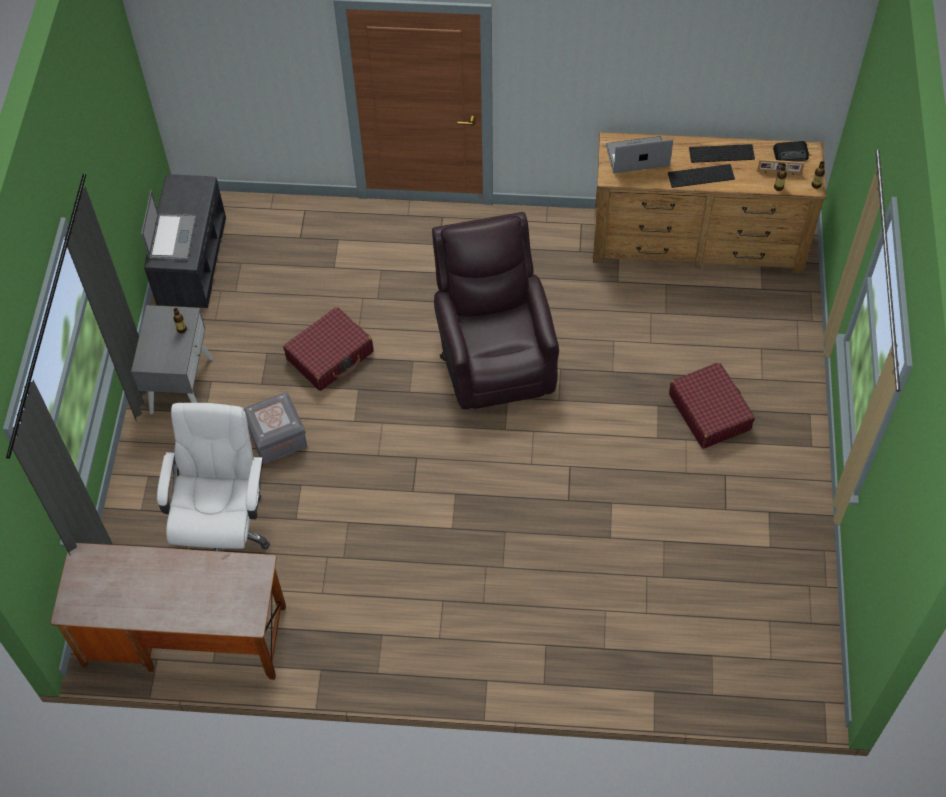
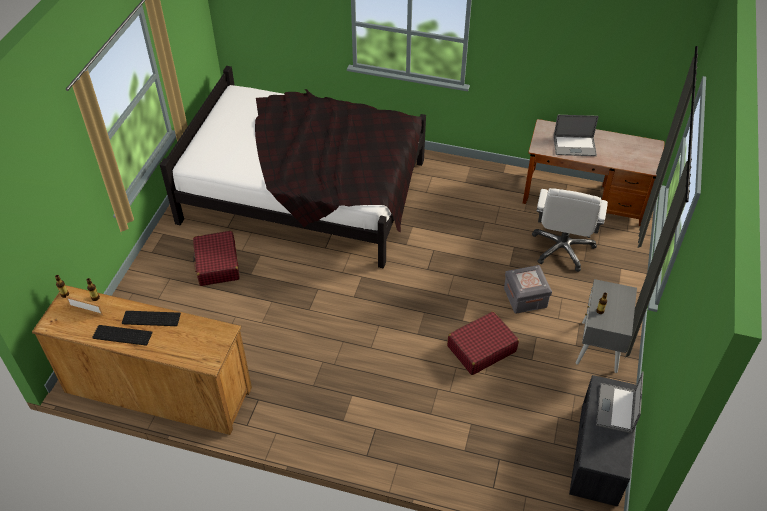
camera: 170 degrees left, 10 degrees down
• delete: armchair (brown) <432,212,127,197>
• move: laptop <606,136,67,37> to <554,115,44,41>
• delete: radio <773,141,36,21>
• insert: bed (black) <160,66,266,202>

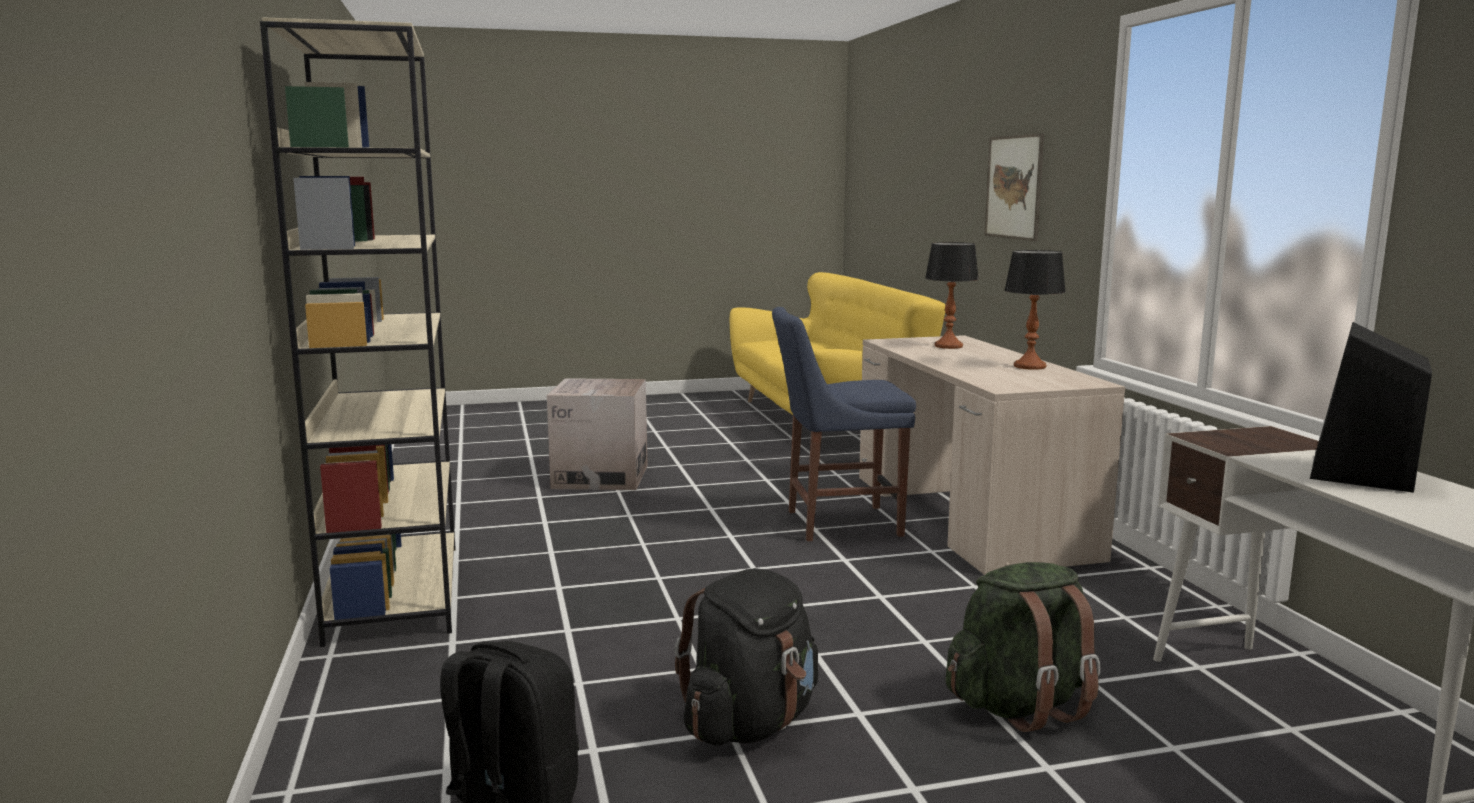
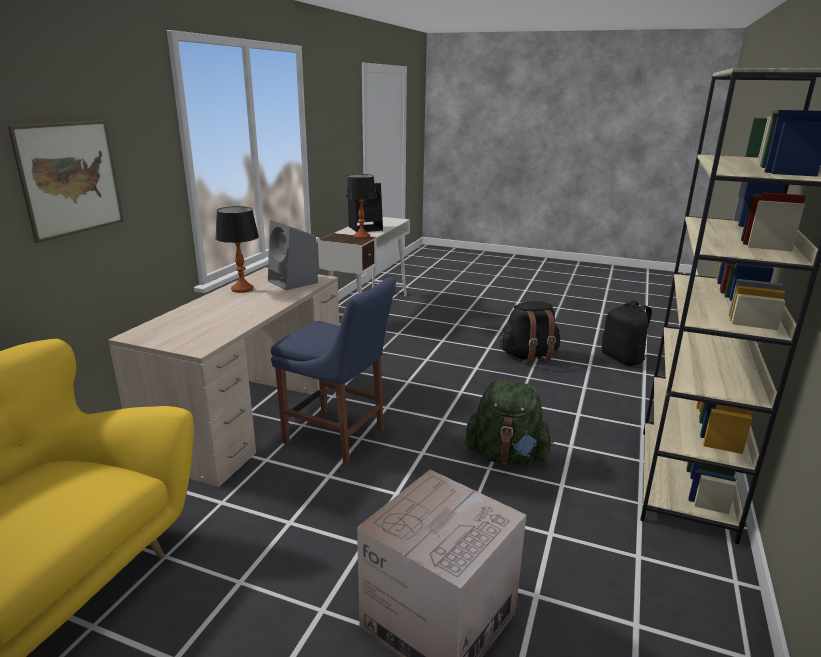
camera: 145 degrees left, 10 degrees up
• move: table lamp <925,242,54,107> to <346,174,31,65>
• move: backpack (green) <946,562,155,170> to <465,380,89,85>
• insert: speaker (grey) <268,220,50,70>

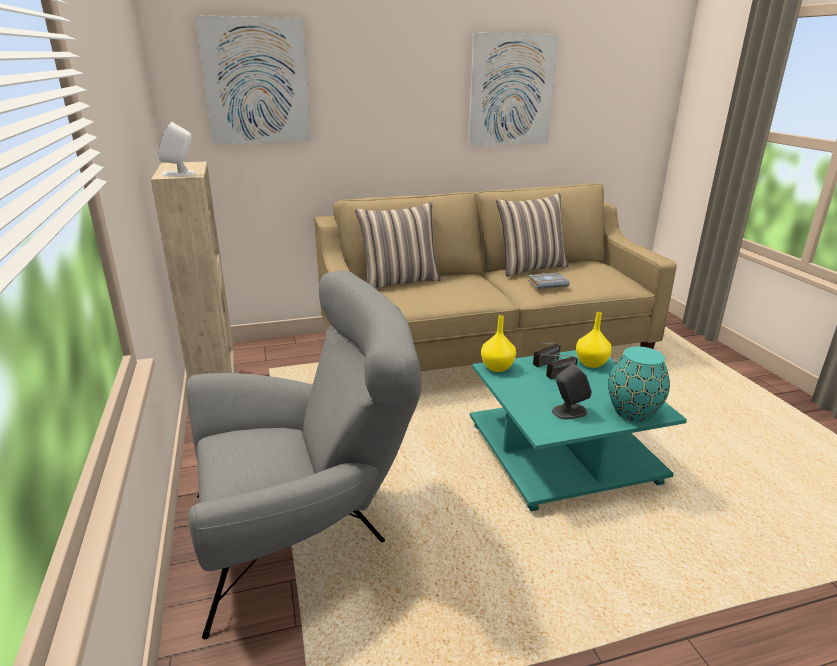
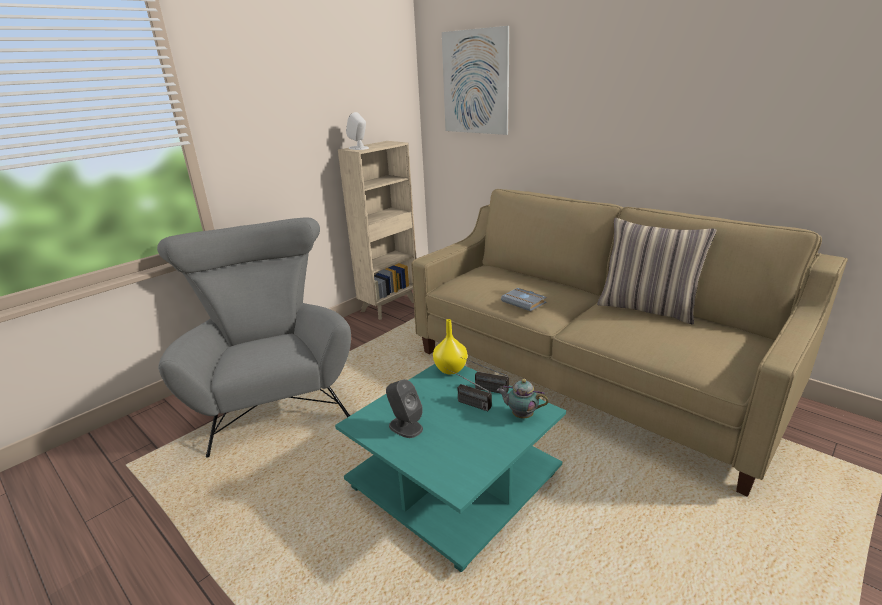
camera: 60 degrees right, 0 degrees up
• rotate: armchair (grey) <186,270,236,369> = <157,217,194,241> 150 degrees counterclockwise
• delete: pillow <355,202,86,87>
• delete: picture <468,33,91,113>
• move: book (grey) <528,273,42,16> to <501,288,46,23>
• replace: vase (yellow) <576,312,36,56> to teapot <497,379,51,40>
• delete: vase (turquoise) <608,346,62,76>

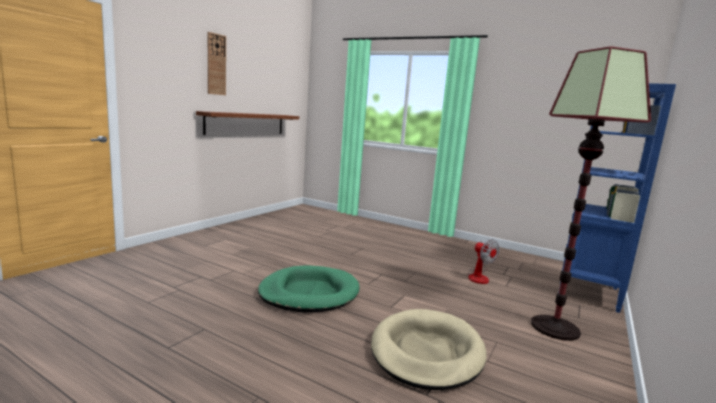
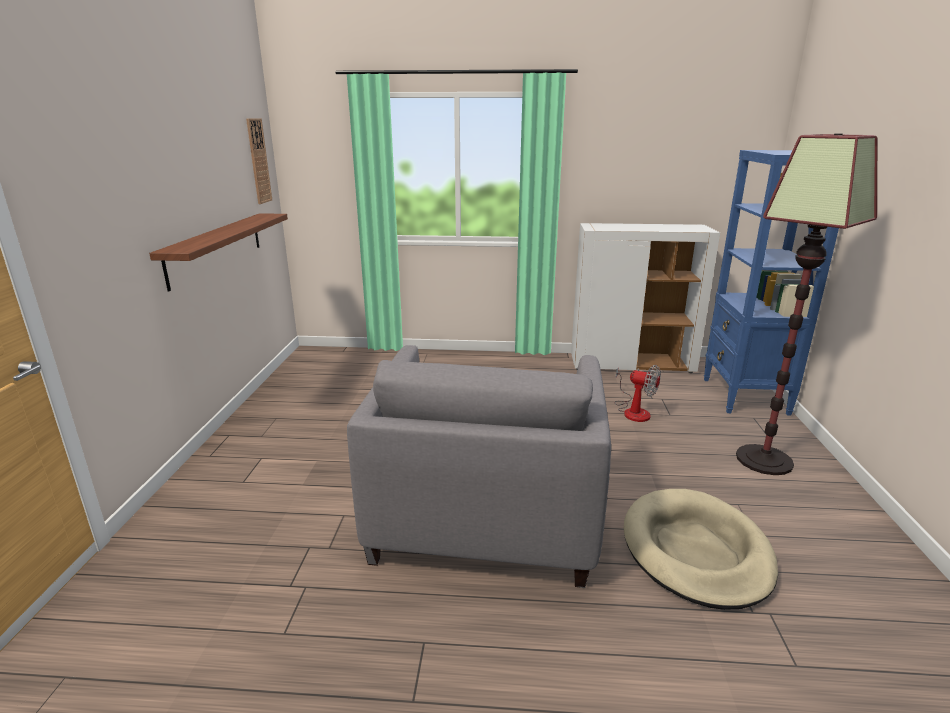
camera: 25 degrees left, 10 degrees up
• move: wall clock <208,32,18,63> to <246,119,26,85>
• replace: dog bed (green) <258,265,101,47> to armchair (grey) <347,345,264,243>
• insert: cabinet (white) <571,223,149,150>

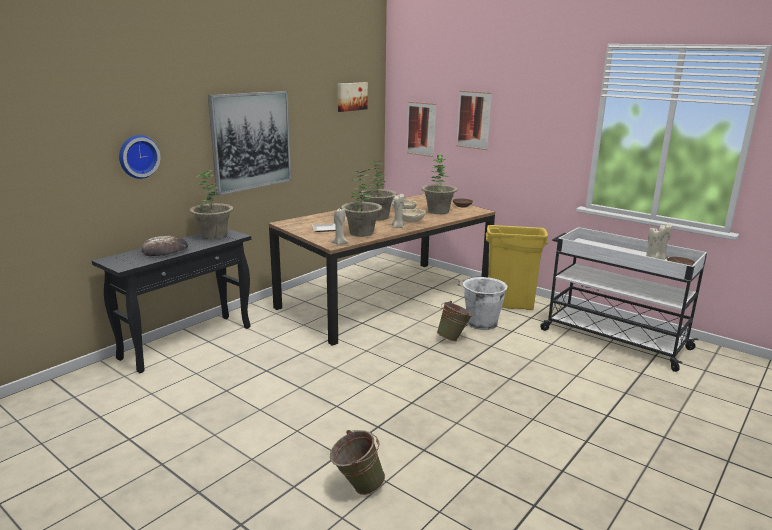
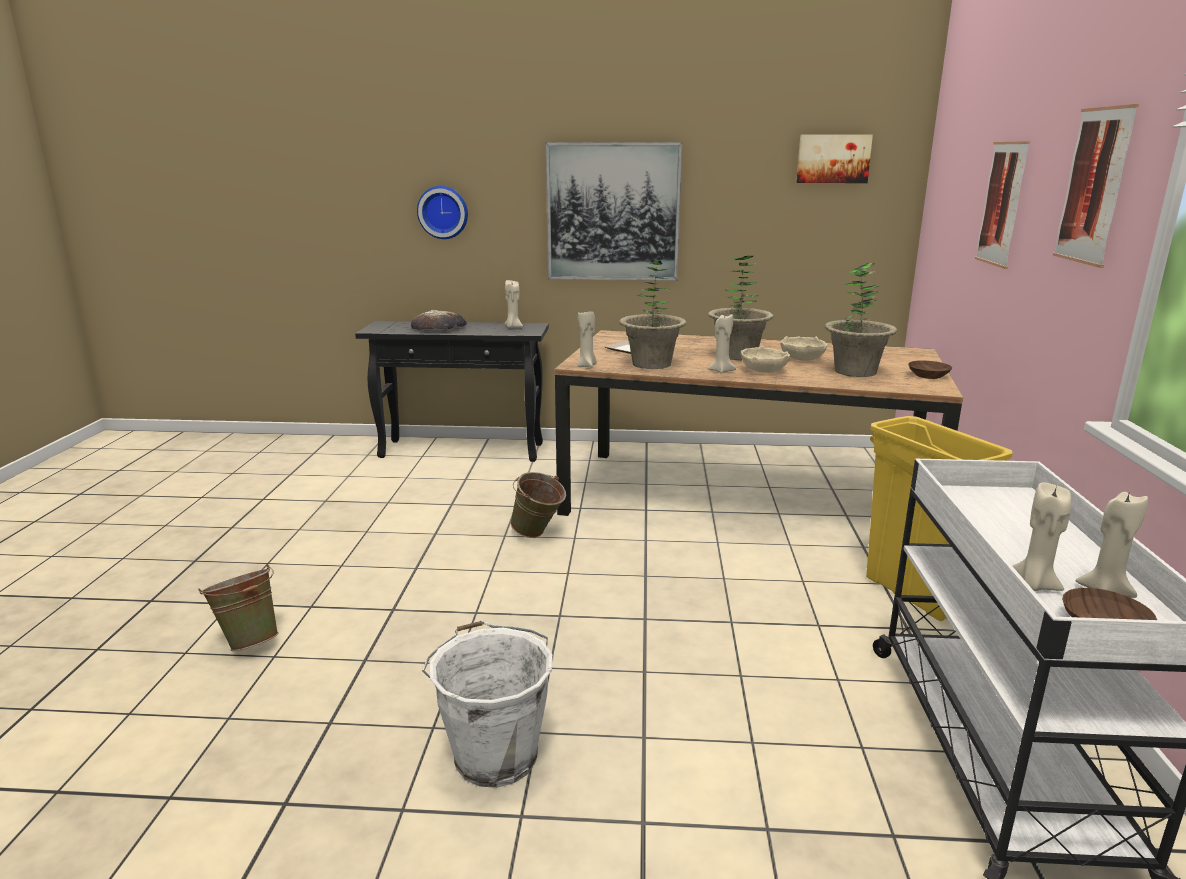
camera: 55 degrees right, 0 degrees up
• replace: potted plant <190,170,43,69> to candle (beige) <505,280,18,48>
• move: picture <406,102,30,55> to <1053,104,86,164>
• move: bucket (green) <437,301,36,40> to <510,472,56,66>
• move: bucket (white) <458,276,50,54> to <422,621,131,167>

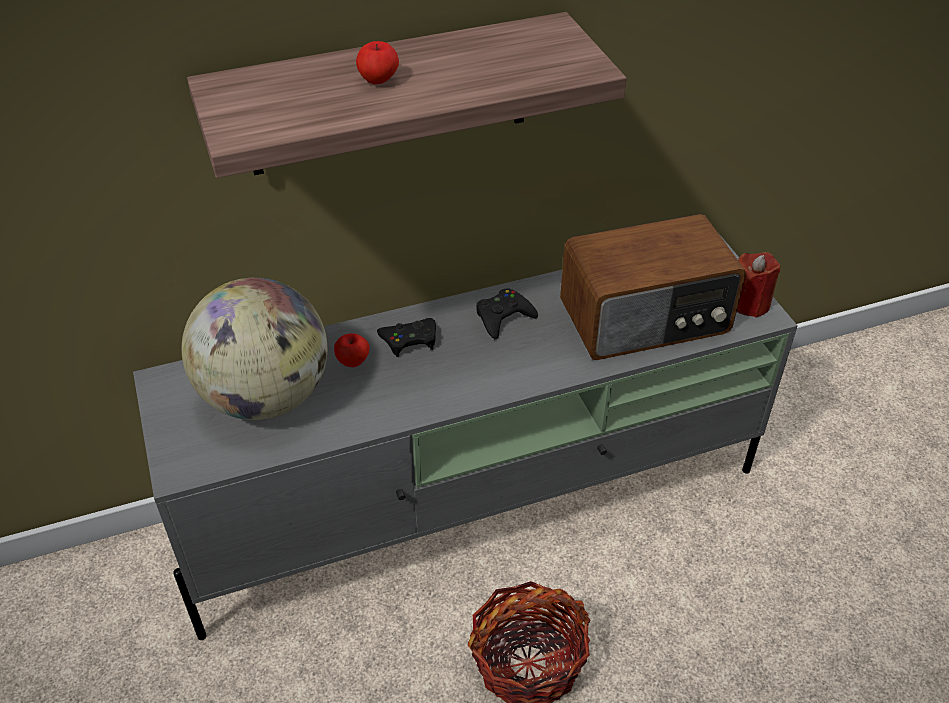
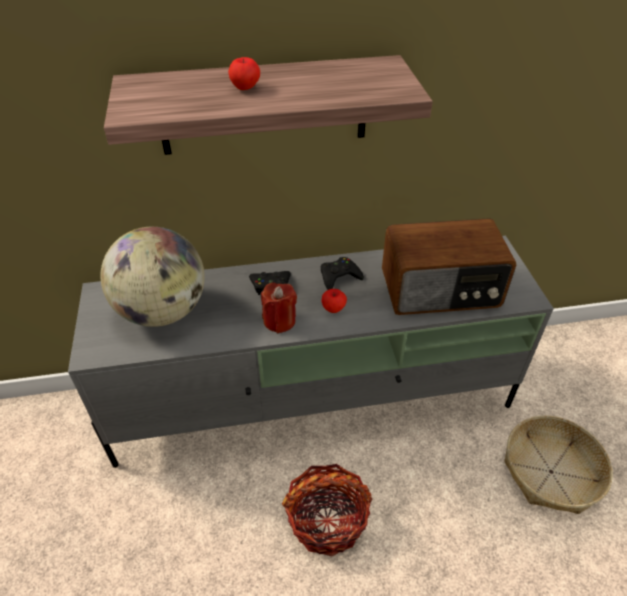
camera: 10 degrees right, 0 degrees up
• move: apple <334,333,36,34> to <322,289,25,24>
• move: candle (red) <737,252,44,66> to <261,283,36,50>
• insert: basket <504,415,109,99>

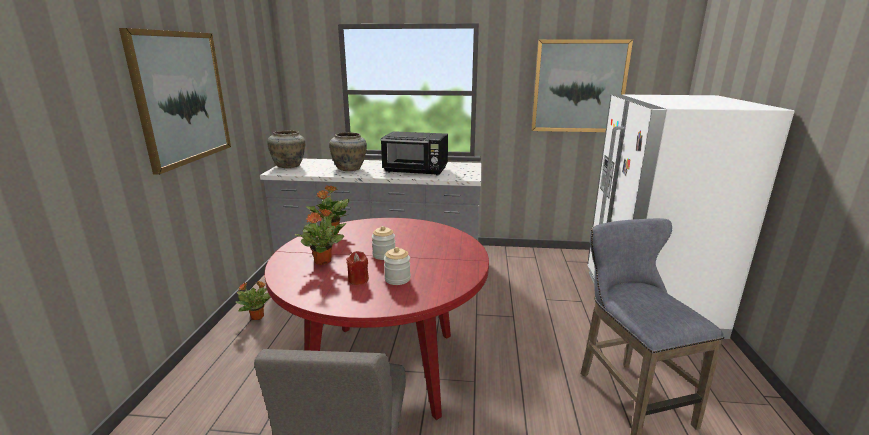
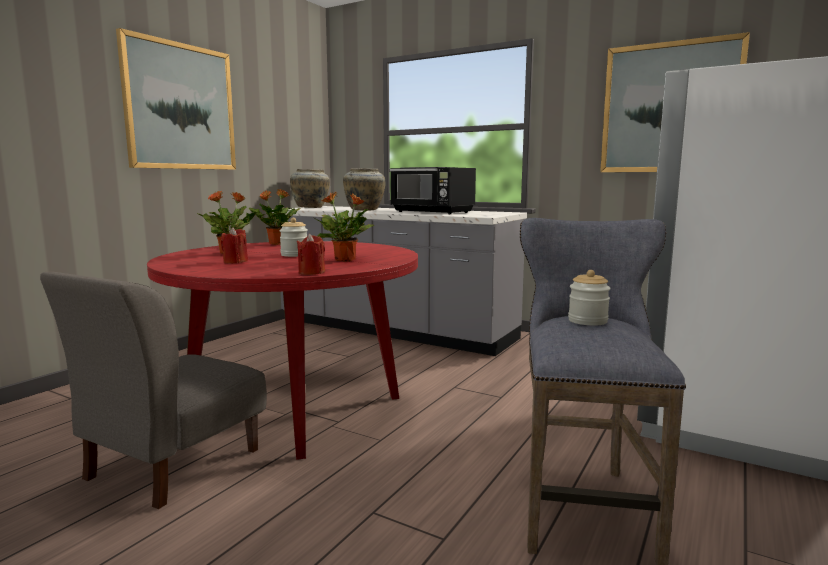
camera: 25 degrees right, 10 degrees down
• move: potted plant <236,281,35,39> to <314,192,60,70>
• move: jar <384,247,27,38> to <568,270,43,56>
• insert: candle (red) <297,234,28,41>

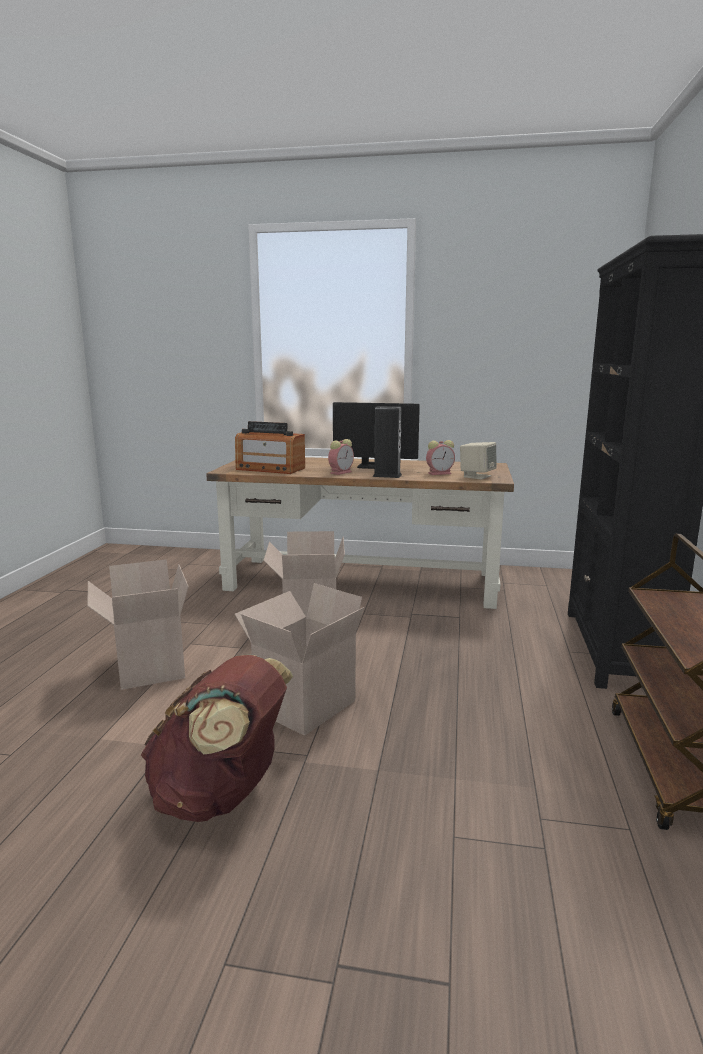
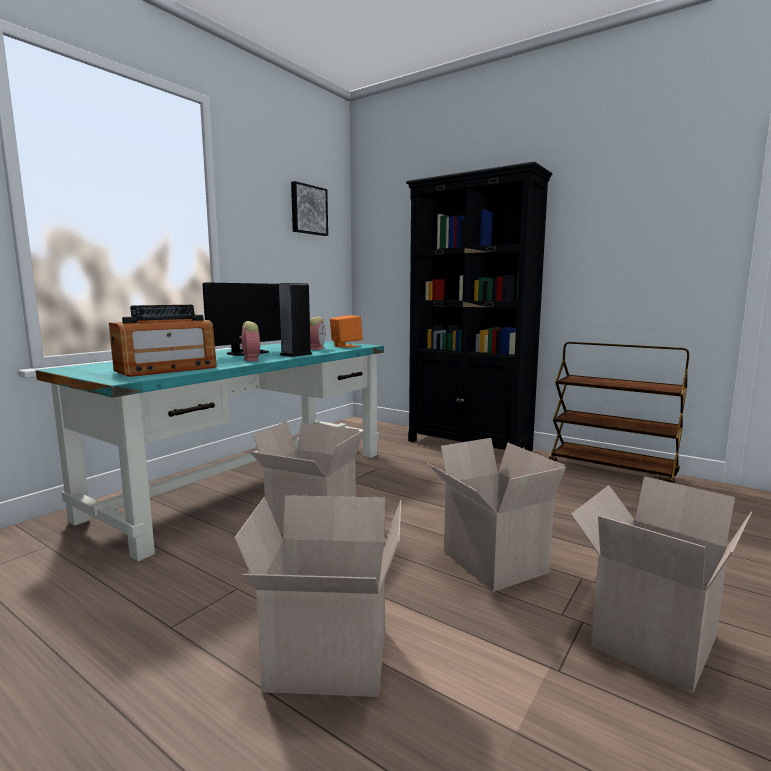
camera: 65 degrees left, 5 degrees down
• replace: backpack (brown) <141,655,152,167> to cardboard box <571,476,181,218>
• recolor: desk (brown) <206,457,308,152> to desk (turquoise) <35,341,349,220>
• recolor: speaker (beige) <460,442,37,38> to speaker (orange) <330,315,33,33>
• insert: picture <291,181,37,55>

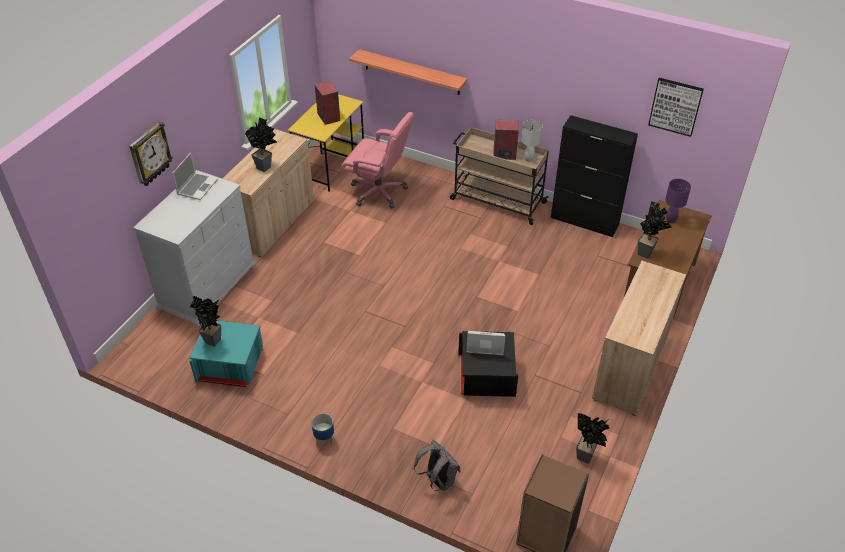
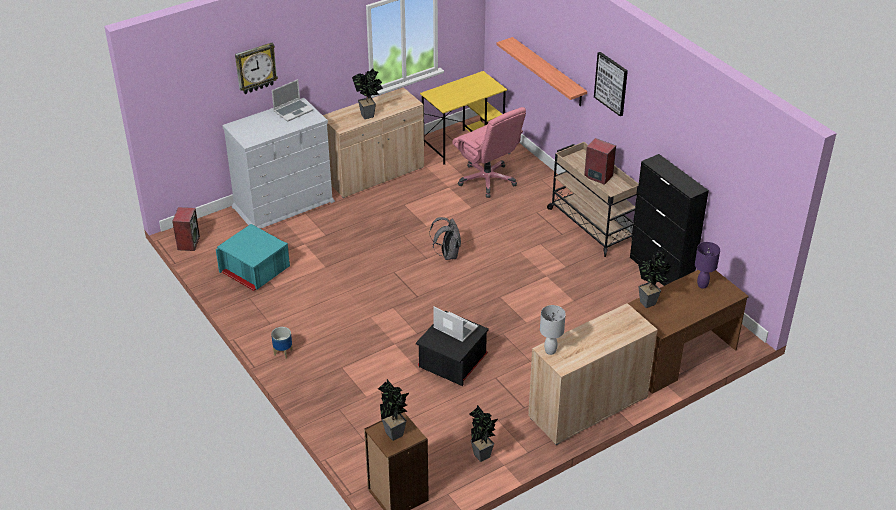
camera: 30 degrees right, 5 degrees down
• move: potted plant <190,296,31,51> to <378,379,31,62>
• move: speaker <315,81,25,44> to <172,207,28,44>
• move: backpack (grey) <414,440,47,51> to <429,217,32,43>
• move: table lamp (white) <521,120,22,42> to <540,305,26,50>
• move: picture <648,78,56,59> to <594,52,34,64>

